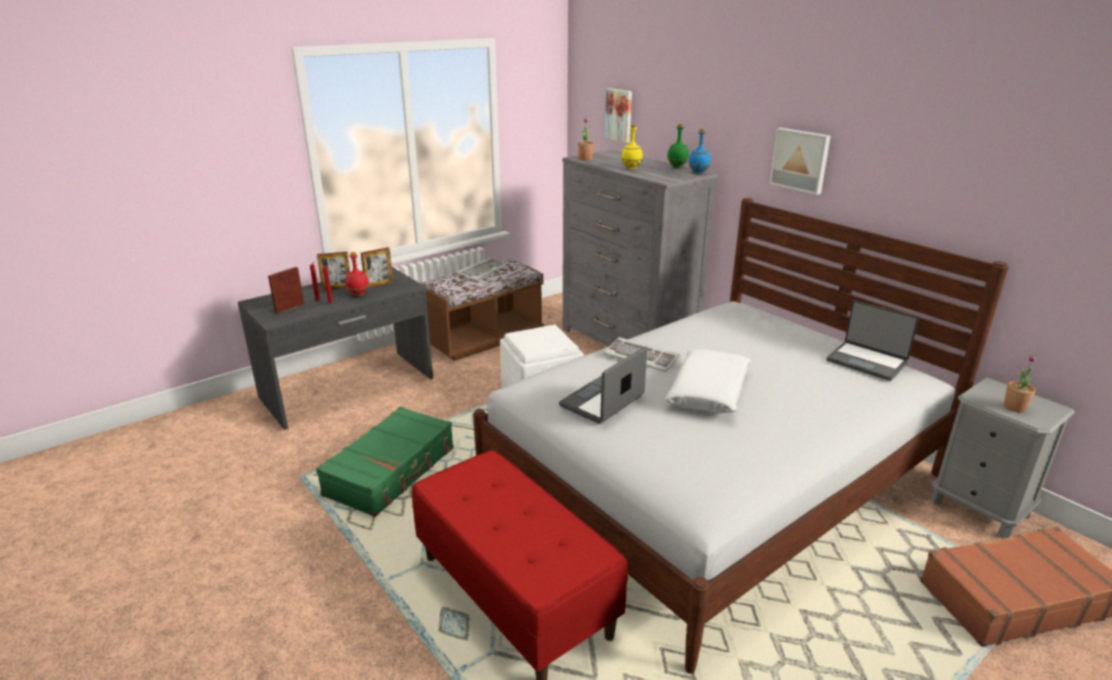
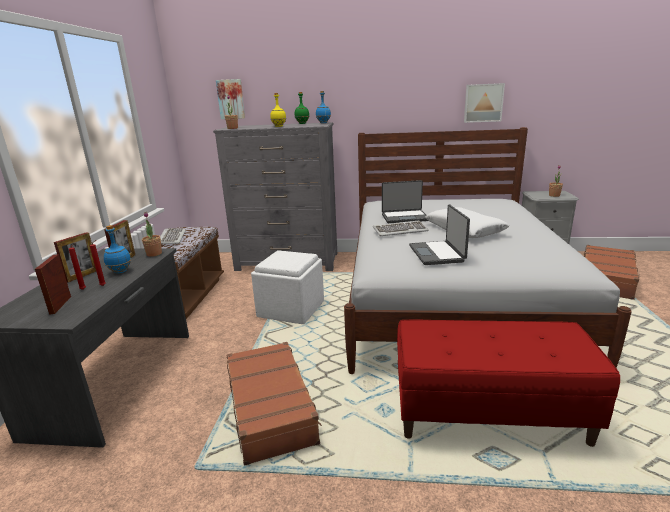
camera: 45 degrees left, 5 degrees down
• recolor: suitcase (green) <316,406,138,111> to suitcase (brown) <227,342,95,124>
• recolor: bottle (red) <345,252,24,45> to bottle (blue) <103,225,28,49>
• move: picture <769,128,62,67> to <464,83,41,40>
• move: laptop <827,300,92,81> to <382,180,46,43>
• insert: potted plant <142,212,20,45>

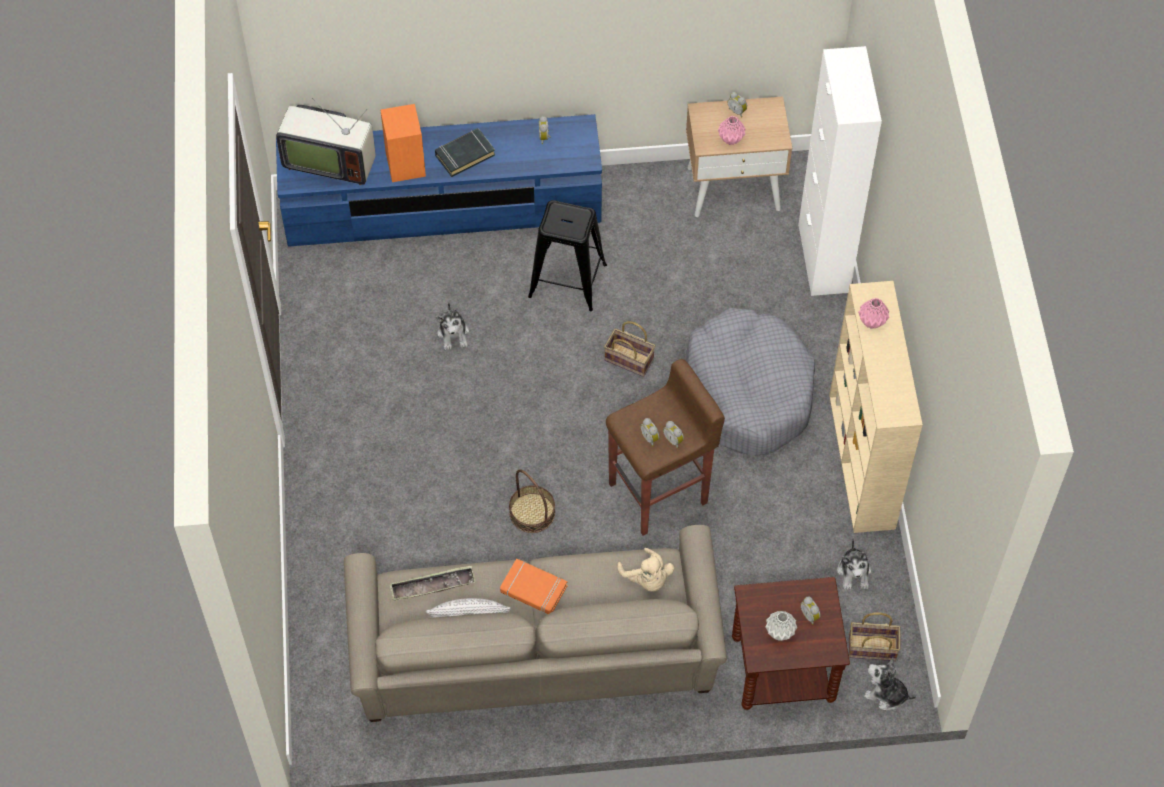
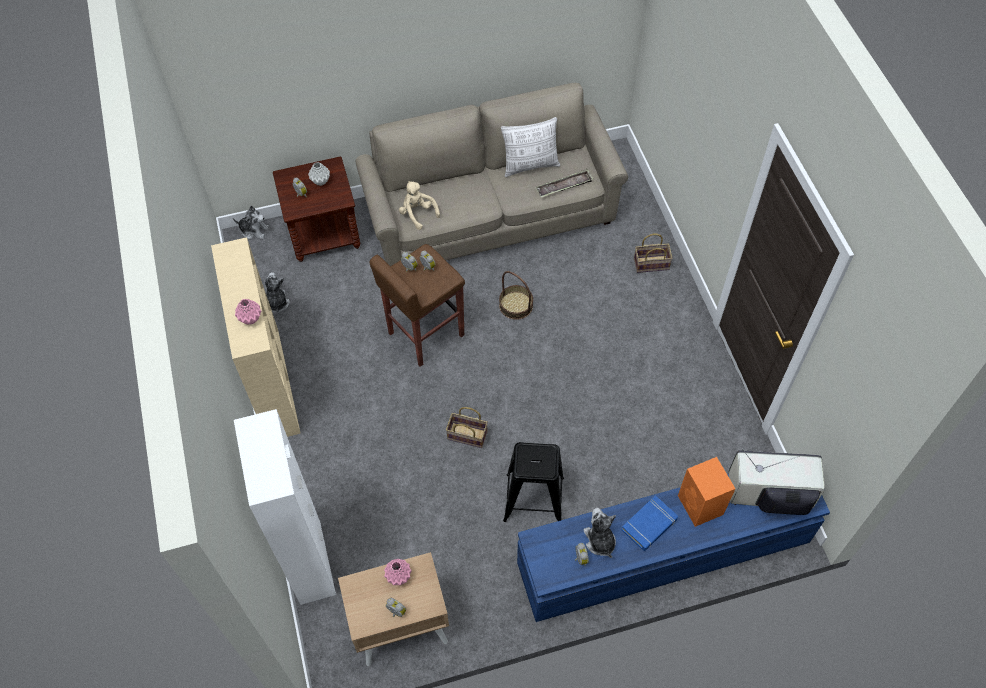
camera: 170 degrees right, 0 degrees up
• recolor: book (black) <435,128,60,49> to book (blue) <621,495,57,56>
• move: plush toy <436,302,33,48> to <584,508,32,50>
• delete: book (orange) <500,559,67,55>
• delete: dog bed (grey) <686,308,129,148>
• move: basket <849,613,51,48> to <634,234,39,39>

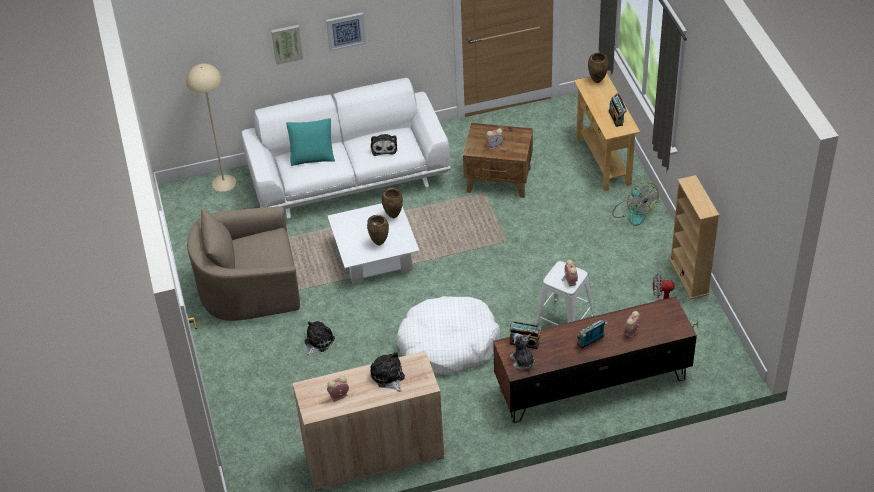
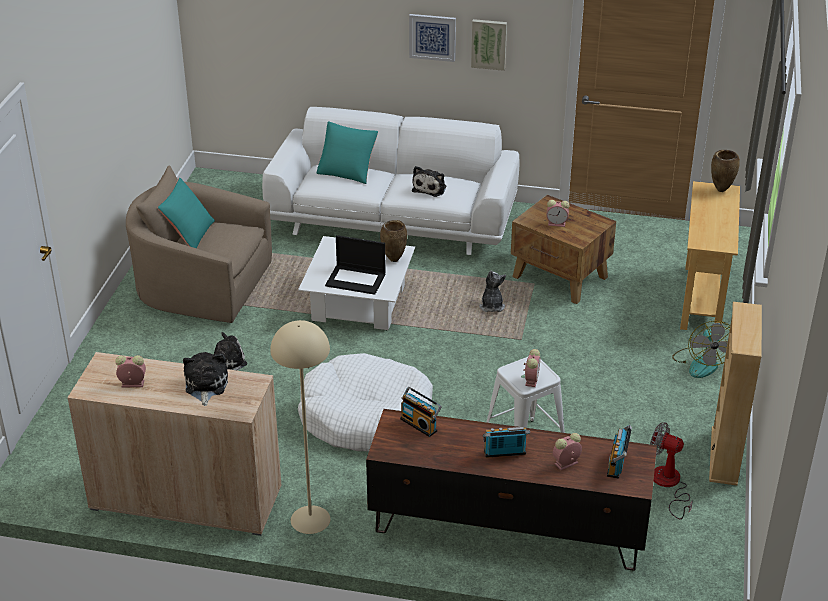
camera: 25 degrees right, 10 degrees down
• move: floor lamp (beige) <186,63,50,129> to <270,320,60,214>
• move: picture <271,25,32,40> to <471,19,36,52>
• replace: vase (brown) <367,215,22,30> to laptop <325,235,61,60>
• move: plush toy <510,333,25,37> to <479,271,27,41>
• move: radio <609,93,18,34> to <607,425,25,54>
• insert: pillow (turquoise) <158,178,57,70>

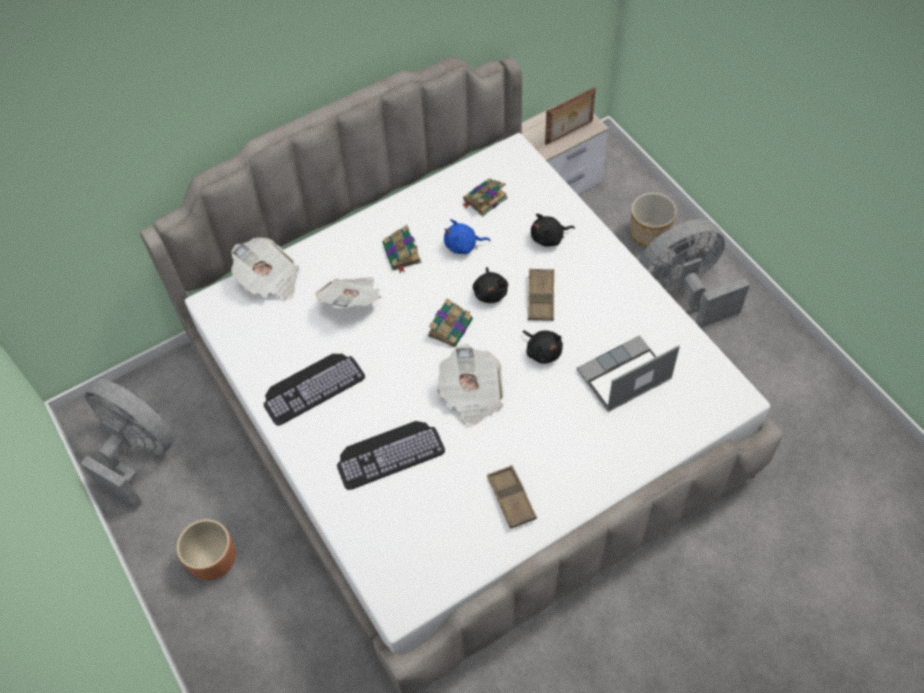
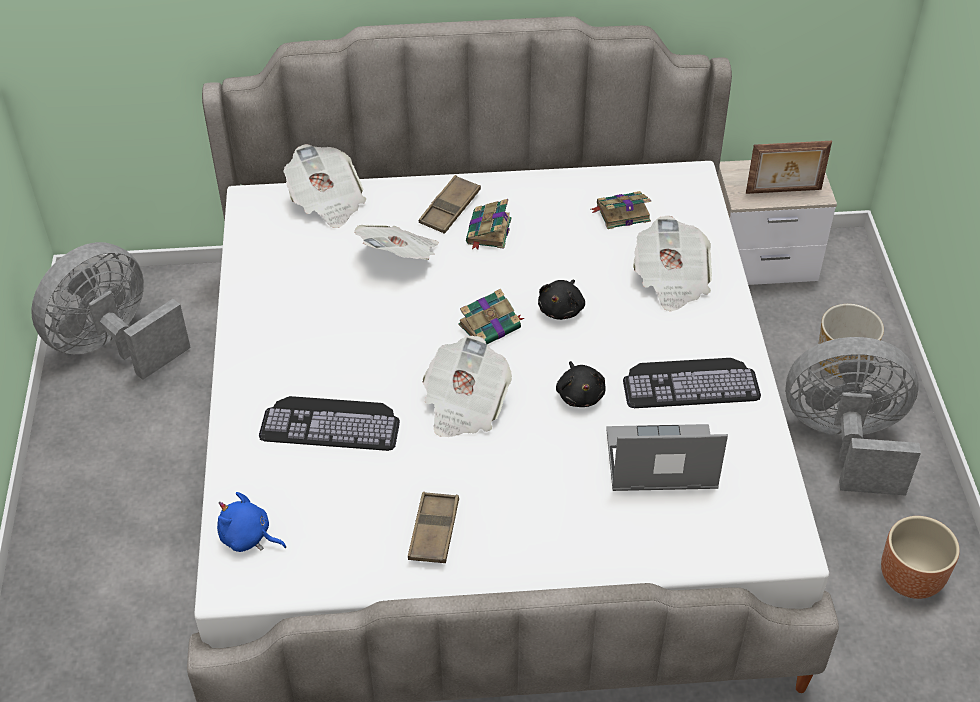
camera: 25 degrees right, 10 degrees down
• rotate: fan (grey) <80,379,95,130> = <32,242,159,138> 105 degrees counterclockwise
• move: planter (brown) <177,519,59,61> to <881,516,79,83>
• move: keyboard <264,354,101,72> to <623,358,138,50>
• move: plush toy (blue) <444,219,47,35> to <217,492,69,60>
• move: tray (brown) <528,268,26,53> to <419,175,62,59>
• replace: plush toy (black) <531,214,44,33> to newspaper <633,216,79,96>

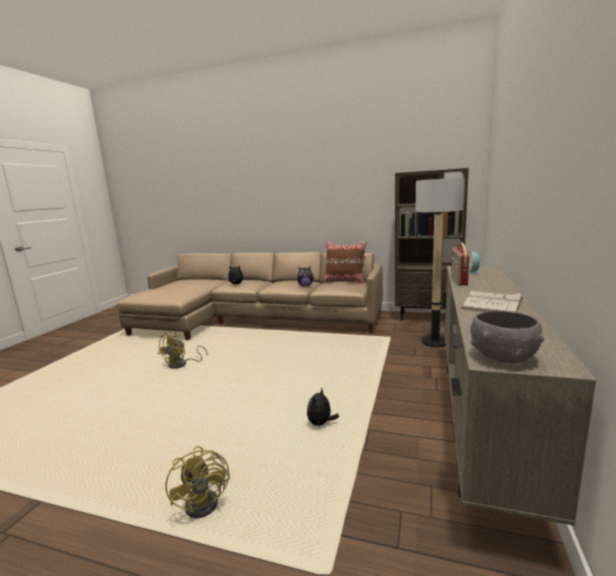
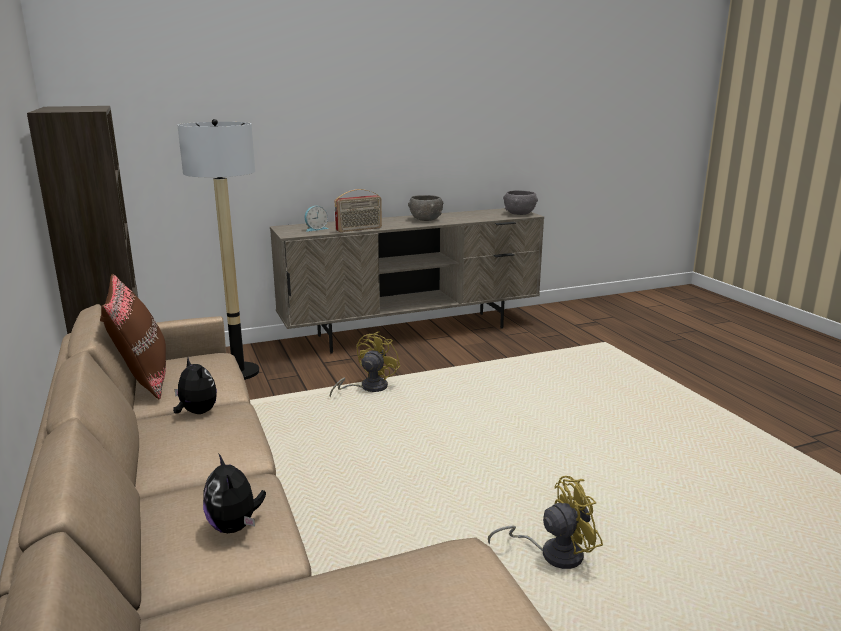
camera: 130 degrees left, 5 degrees up
• move: fan (yellow) <165,446,65,72> to <330,331,70,67>
• delete: plush toy <307,387,32,39>
• replace: book (white) <461,291,62,21> to bowl (grey) <408,195,36,26>

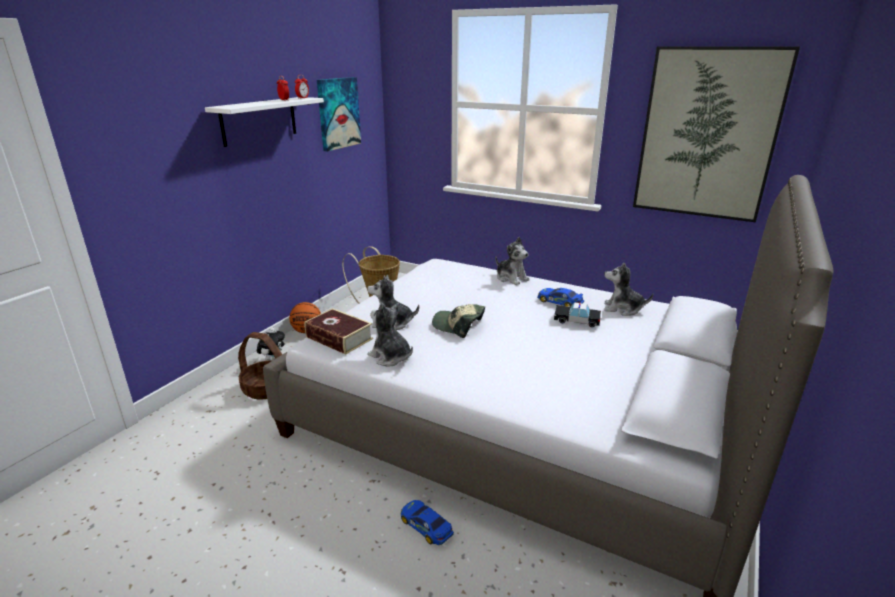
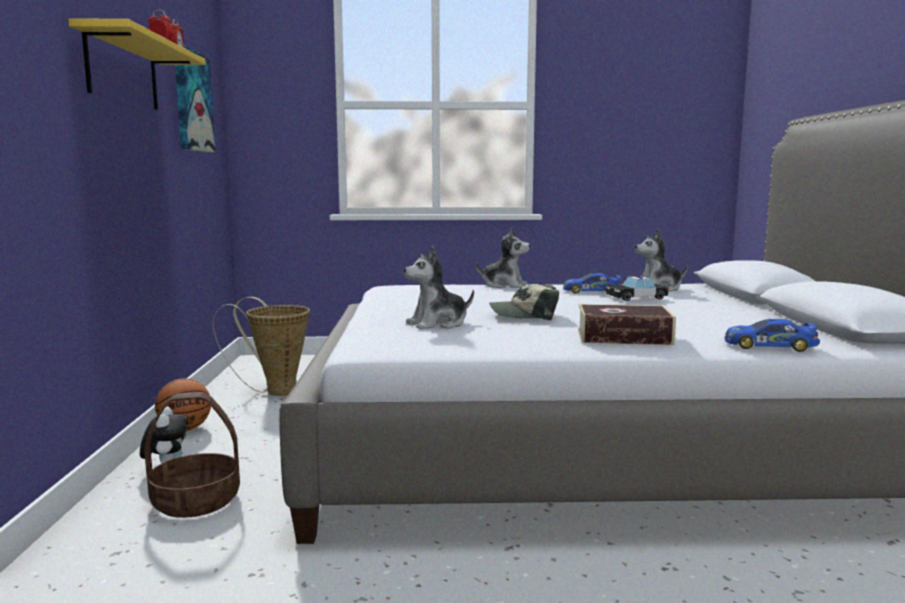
camera: 30 degrees left, 15 degrees down
• recolor: shelf (white) <205,97,119,50> to shelf (yellow) <68,18,138,92>
• move: book <305,309,68,46> to <578,304,98,41>
• delete: plush toy <368,303,45,63>
• move: toy car <400,500,54,45> to <724,319,96,33>
• delete: picture <633,46,167,176>

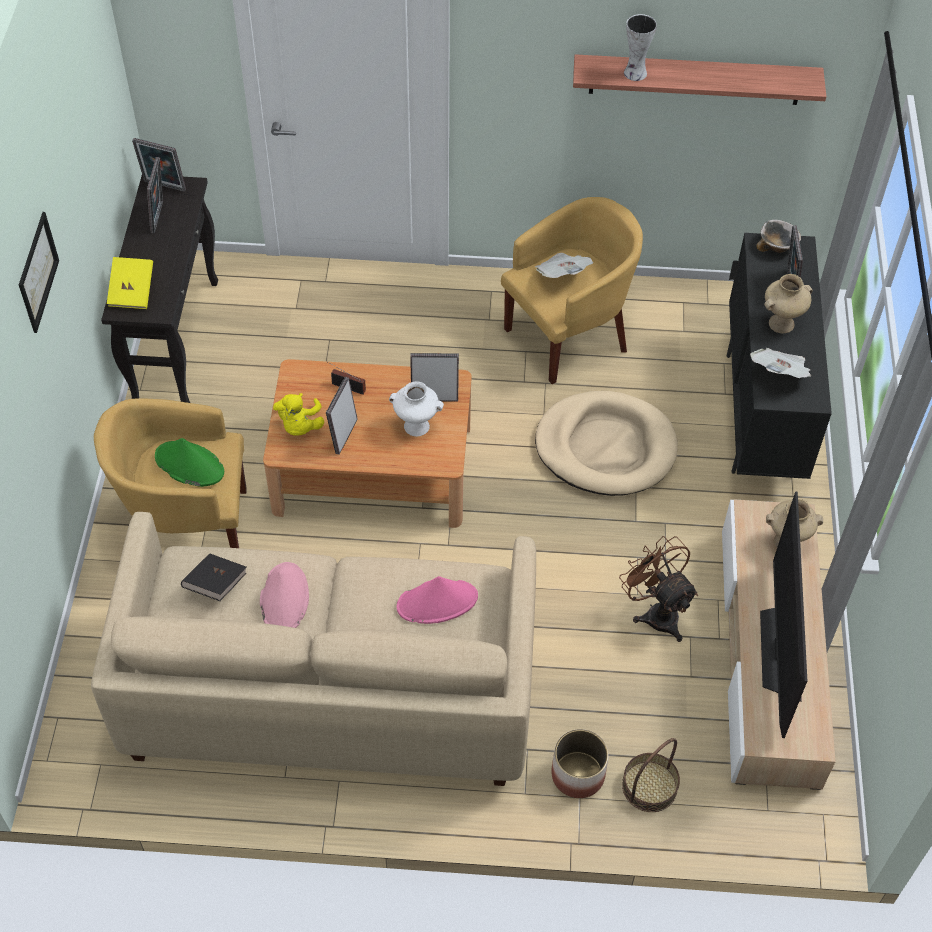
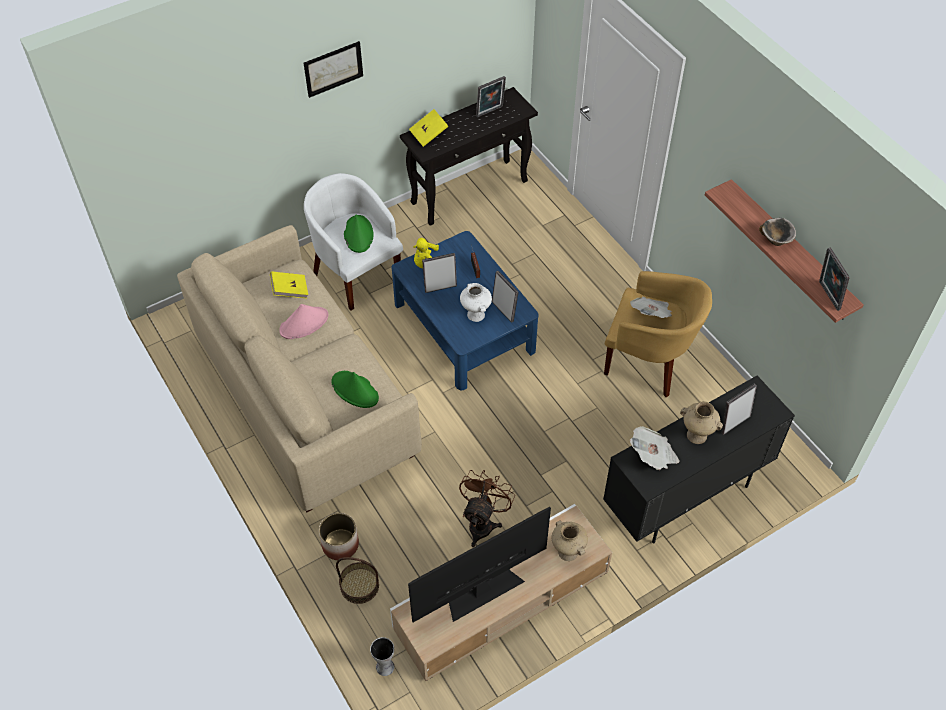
camera: 55 degrees right, 0 degrees up
• recolor: armchair (yellow) <94,399,153,149> to armchair (white) <304,173,99,138>
• move: picture frame <132,138,54,54> to <819,247,31,64>
• recolor: book (black) <181,553,66,48> to book (yellow) <270,271,38,27>
• recolor: coffee table (brown) <263,359,209,169> to coffee table (blue) <391,231,148,159>
• recolor: hat (pink) <397,576,81,48> to hat (green) <331,371,48,37>
• delete: dog bed (beige) <535,391,143,105>
• move: vase <624,14,33,67> to <370,637,24,39>
• move: bowl <756,220,45,33> to <759,218,37,28>

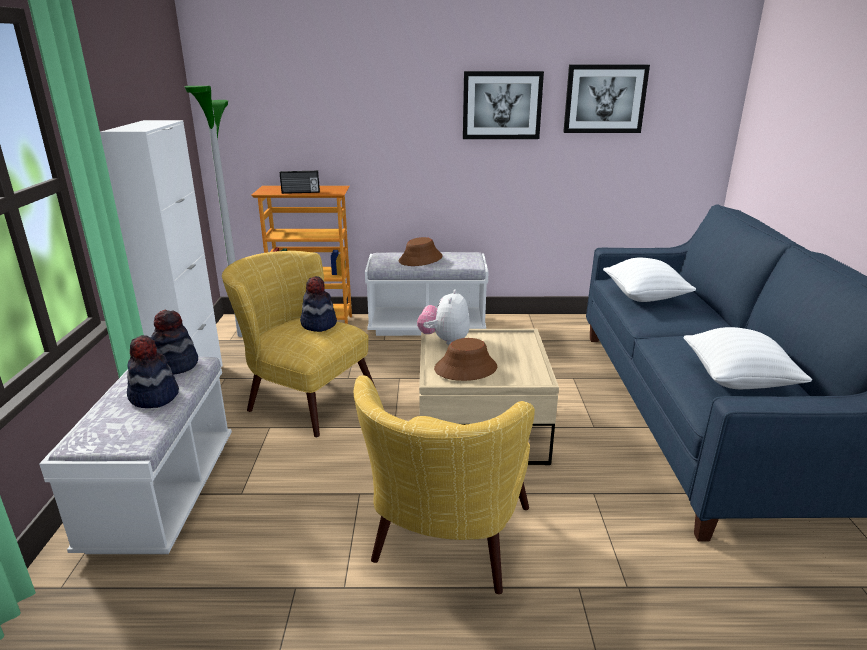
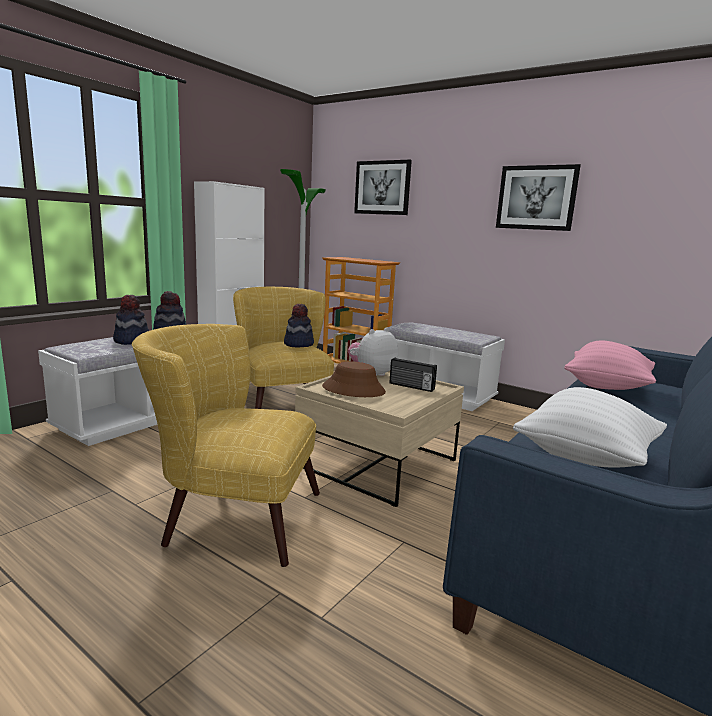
camera: 35 degrees right, 10 degrees down
• move: radio <280,170,40,24> to <389,358,48,34>
• rotate: armchair (yellow) <354,375,181,219> = <132,324,188,243> 45 degrees clockwise
• delete: hat (brown) <399,237,44,29>
• move: picture <563,65,87,68> to <354,160,58,55>
• recolor: pillow (white) <603,258,93,44> to pillow (pink) <564,341,92,49>

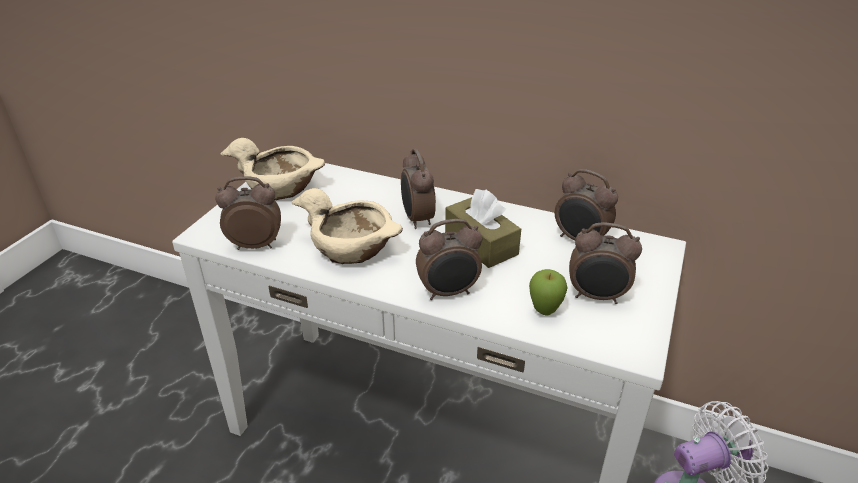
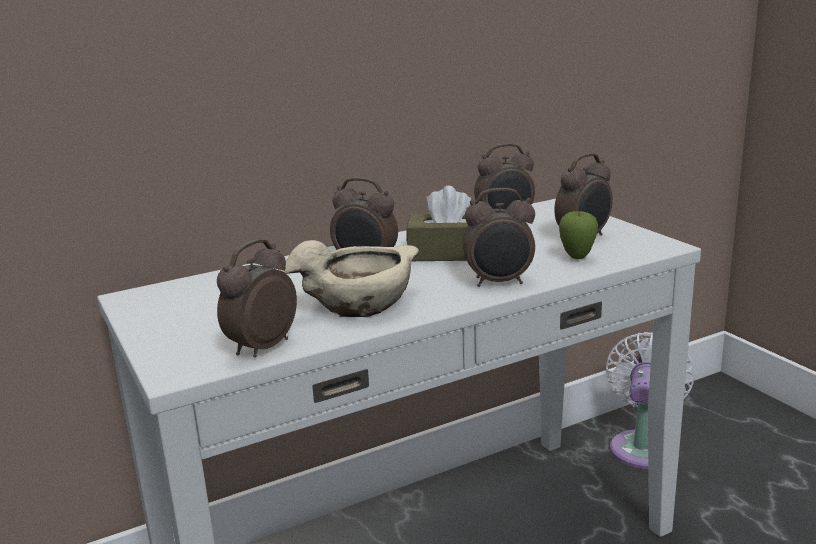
camera: 50 degrees left, 15 degrees down
• delete: bowl (beige) <220,138,105,62>
• rotate: alarm clock <416,219,66,81> = <463,188,72,99> 60 degrees clockwise

